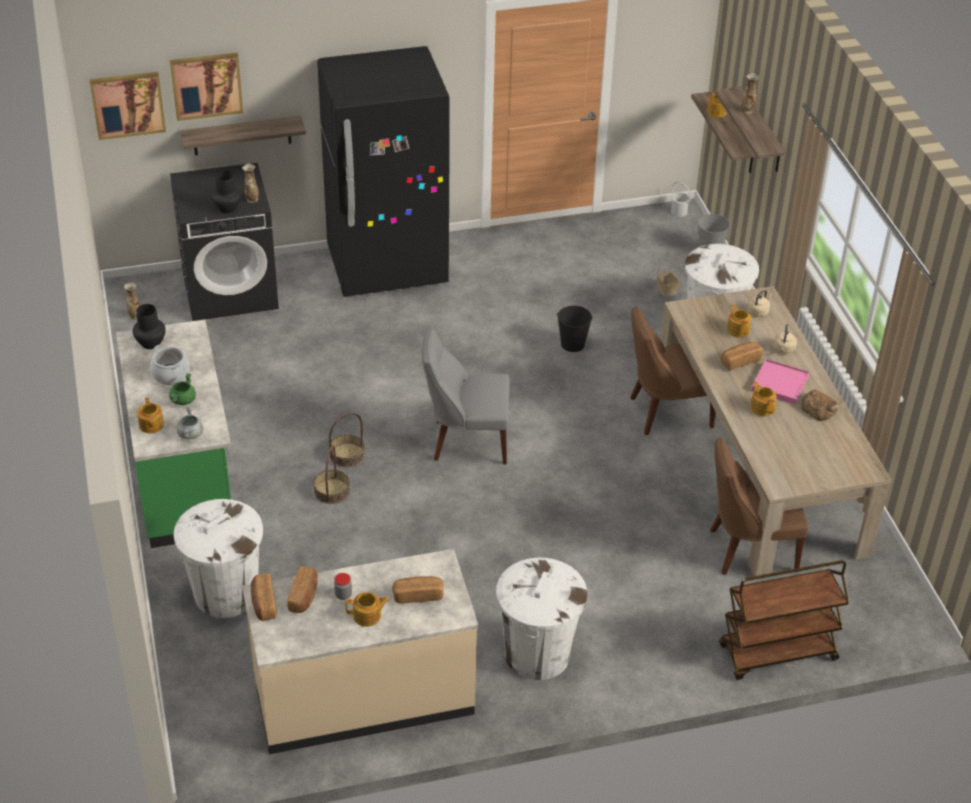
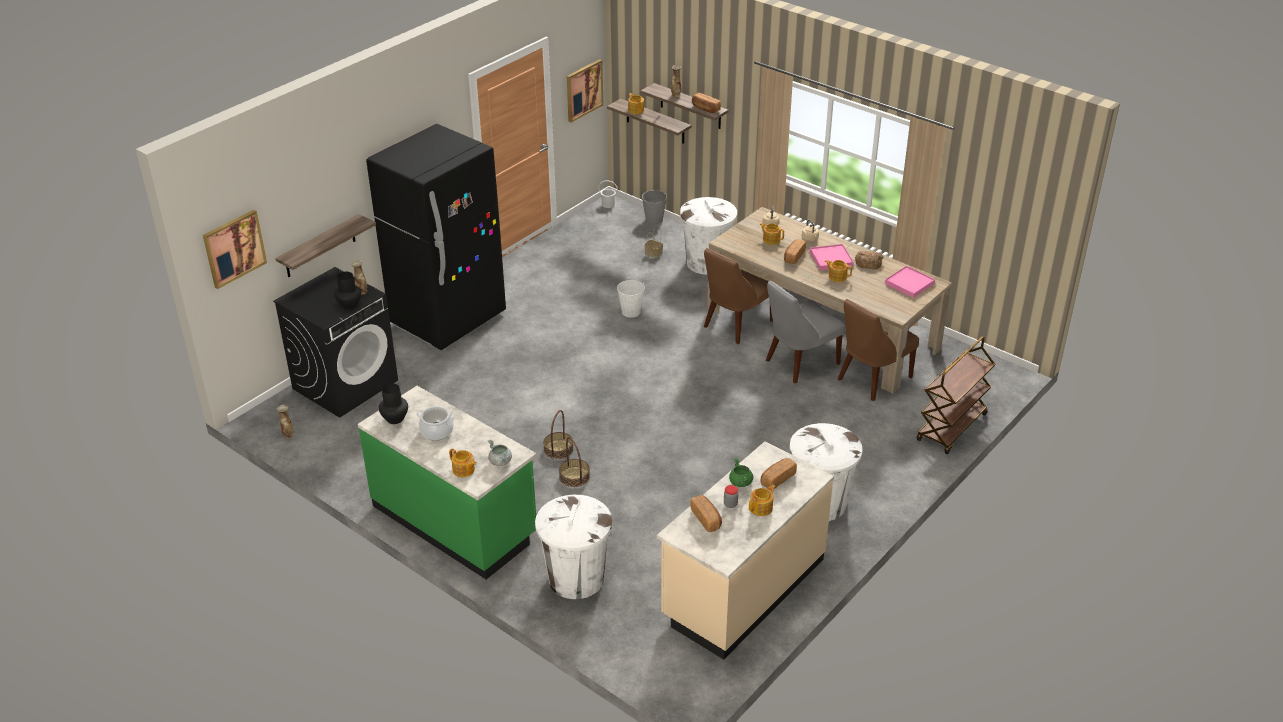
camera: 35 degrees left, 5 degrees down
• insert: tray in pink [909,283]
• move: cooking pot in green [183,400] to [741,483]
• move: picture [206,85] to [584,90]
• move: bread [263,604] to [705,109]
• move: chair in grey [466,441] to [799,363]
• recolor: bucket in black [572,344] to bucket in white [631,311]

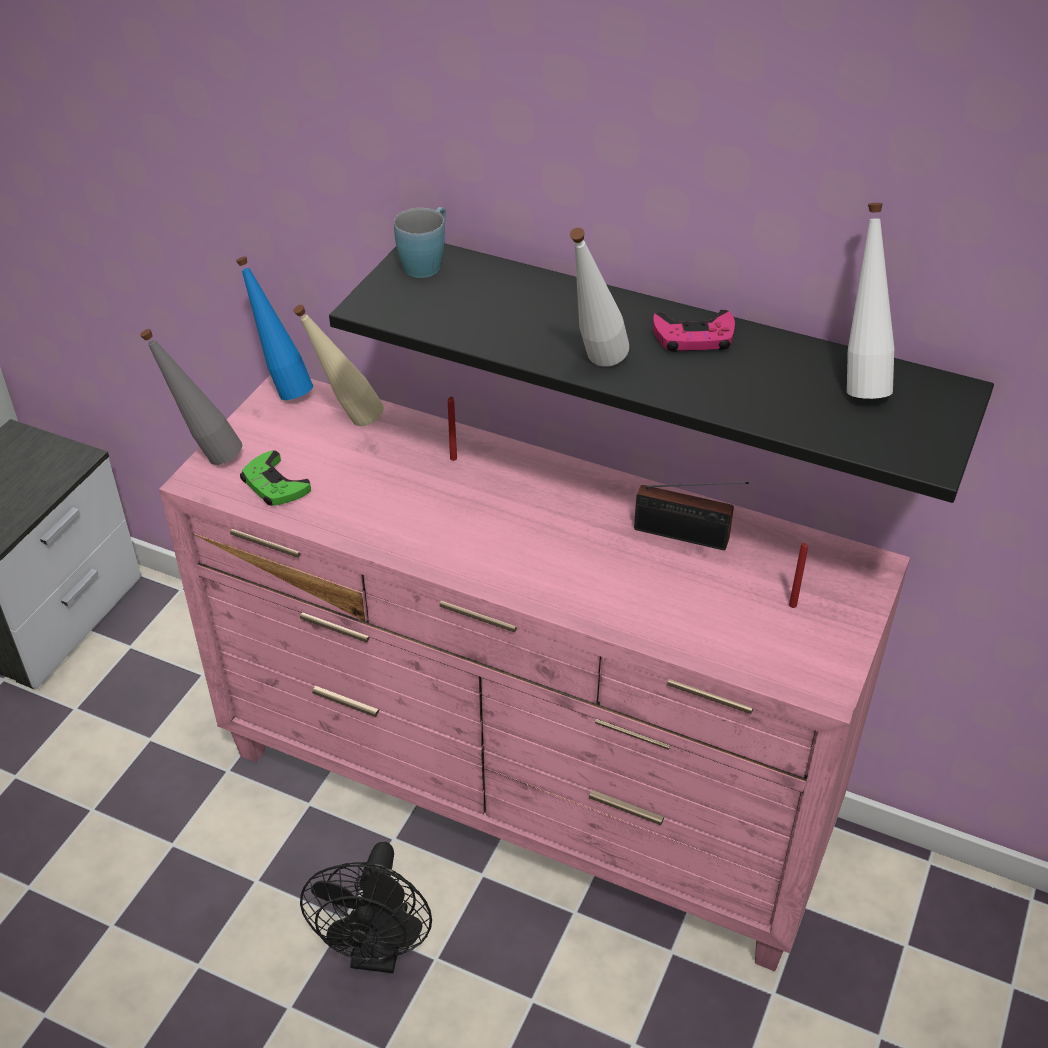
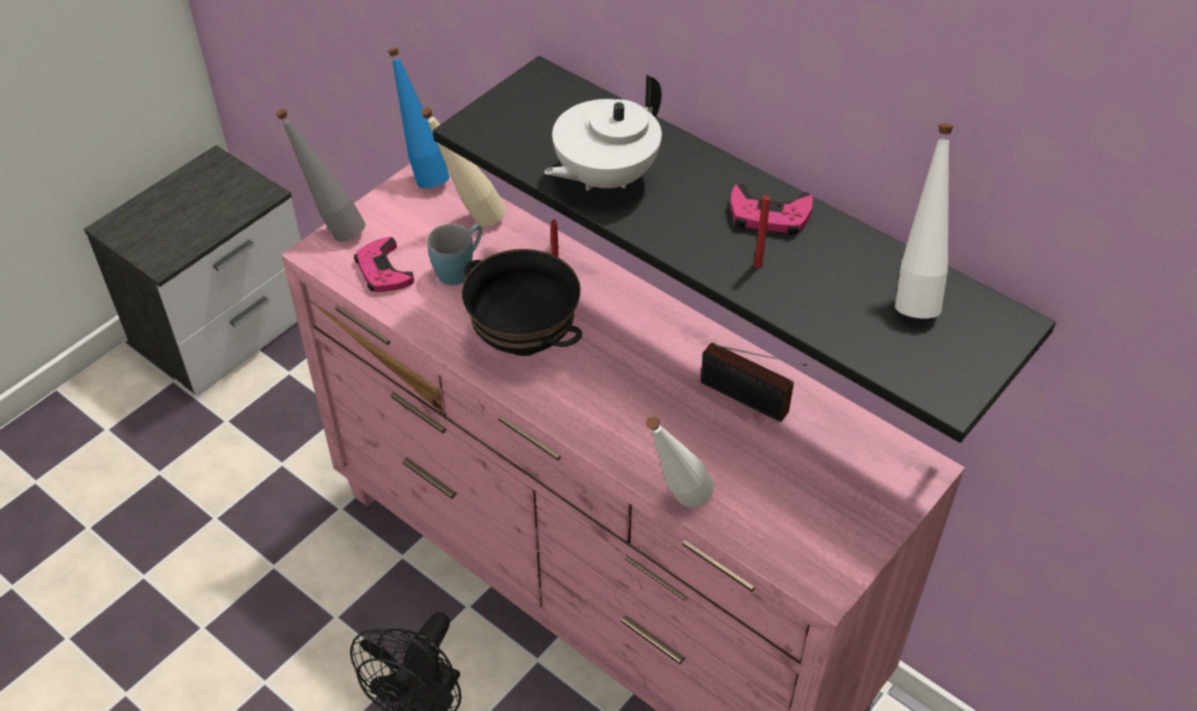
camera: 15 degrees right, 5 degrees up
• insert: bowl in black [523,340]
• insert: teapot in white [604,177]
• move: mug in blue [427,263] to [460,269]
• move: bottle in white [593,368] to [675,506]
• move: candle in red [792,605] to [758,265]
• recolor: game controller in green [274,485] to game controller in pink [383,271]

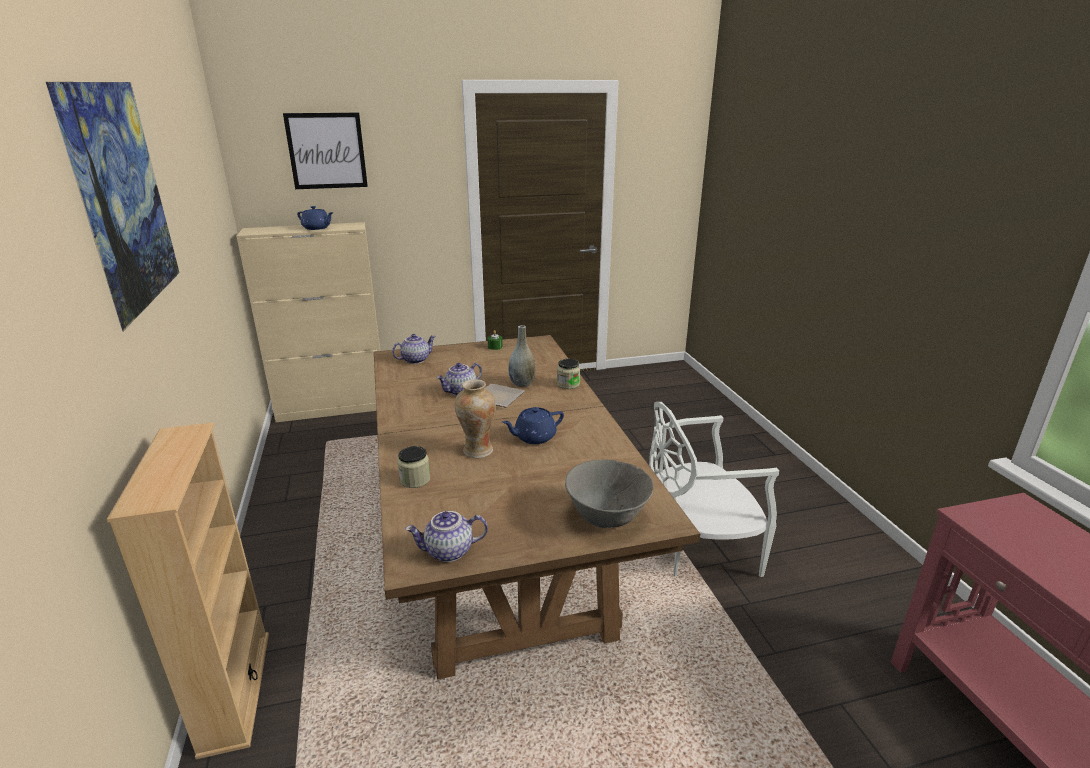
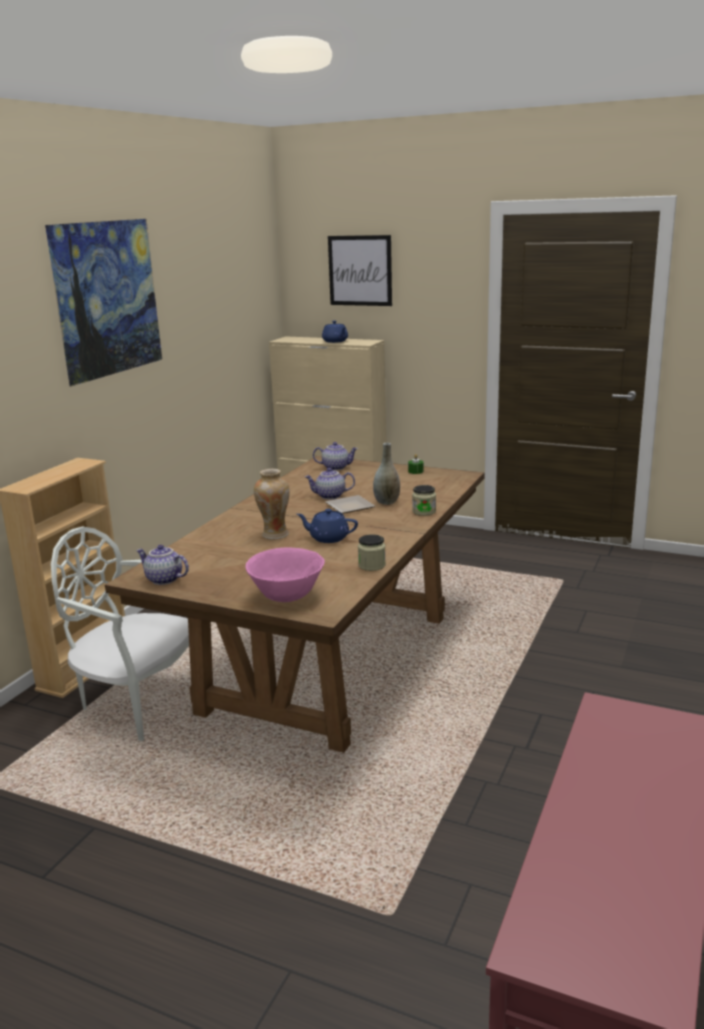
camera: 40 degrees right, 5 degrees down
• move: jar [415,480] to [372,565]
• move: chair in white [697,549] to [139,701]
• recolor: bowl in grey [606,517] to bowl in pink [287,596]

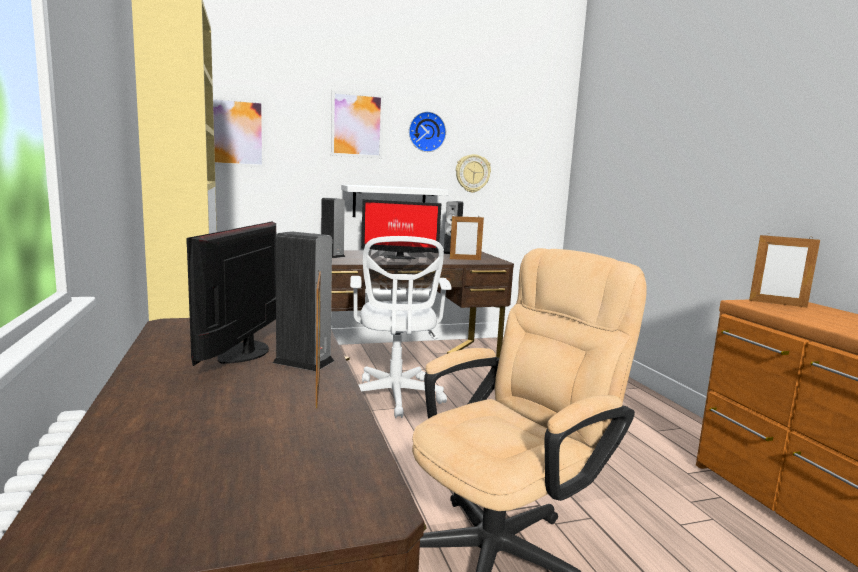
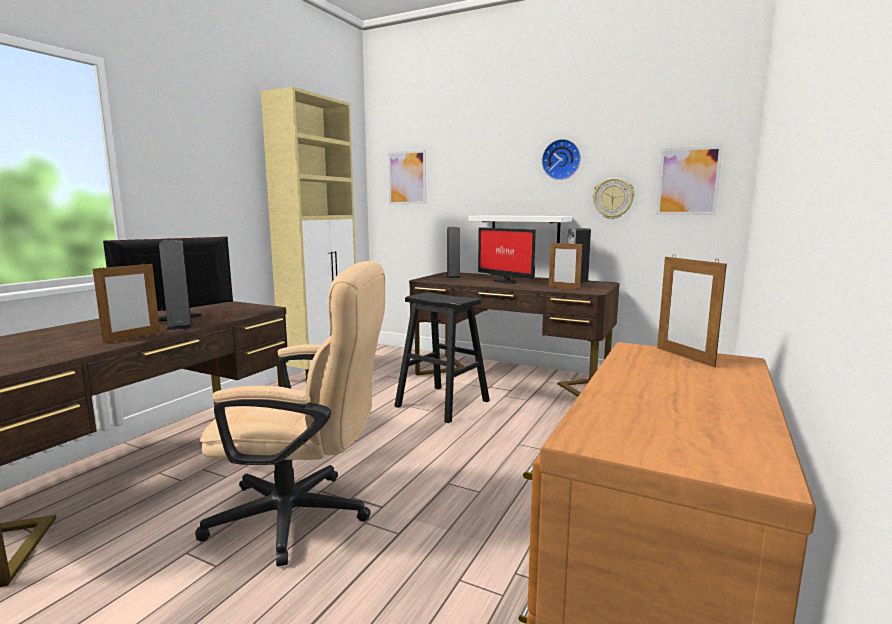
camera: 45 degrees right, 0 degrees up
• move: picture [357,125] to [688,181]
• replace: office chair in white [395,398] to stool in black [442,403]

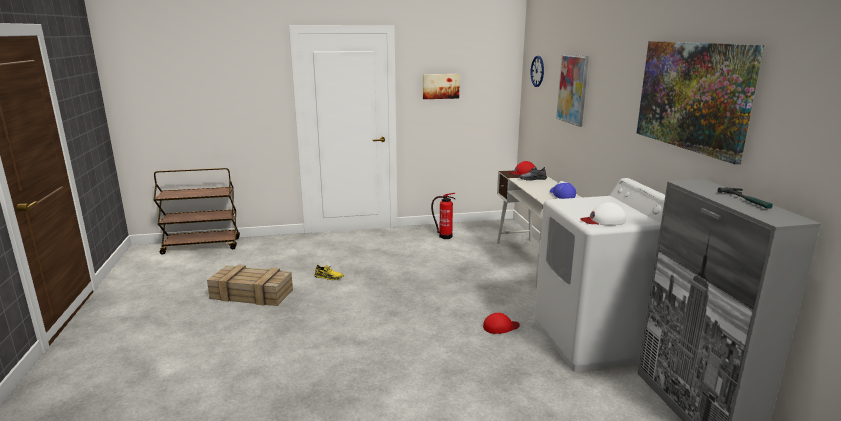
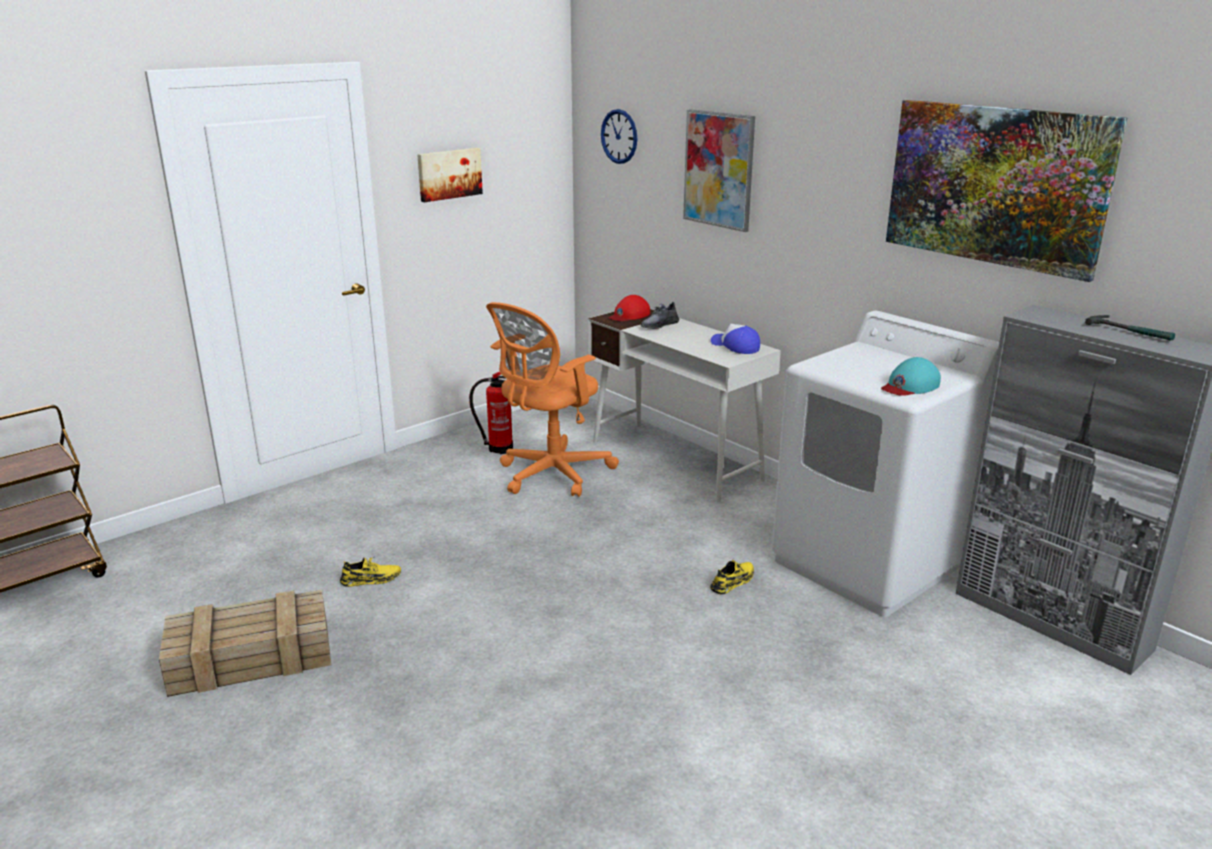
camera: 30 degrees left, 5 degrees up
• insert: office chair in orange [550,475]
• replace: cap in red [500,327] to shoe in yellow [733,582]
• recolor: cap in white [603,220] to cap in turquoise [910,386]

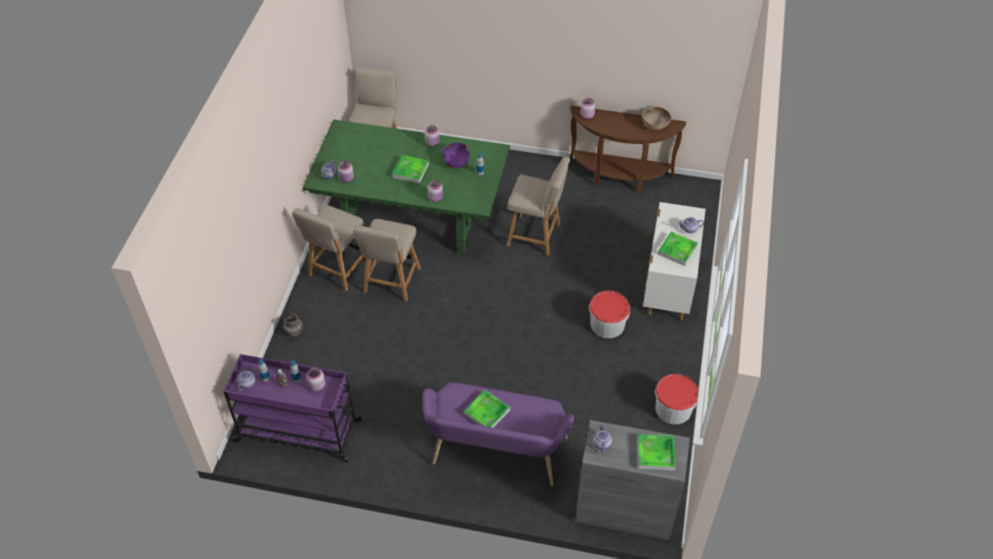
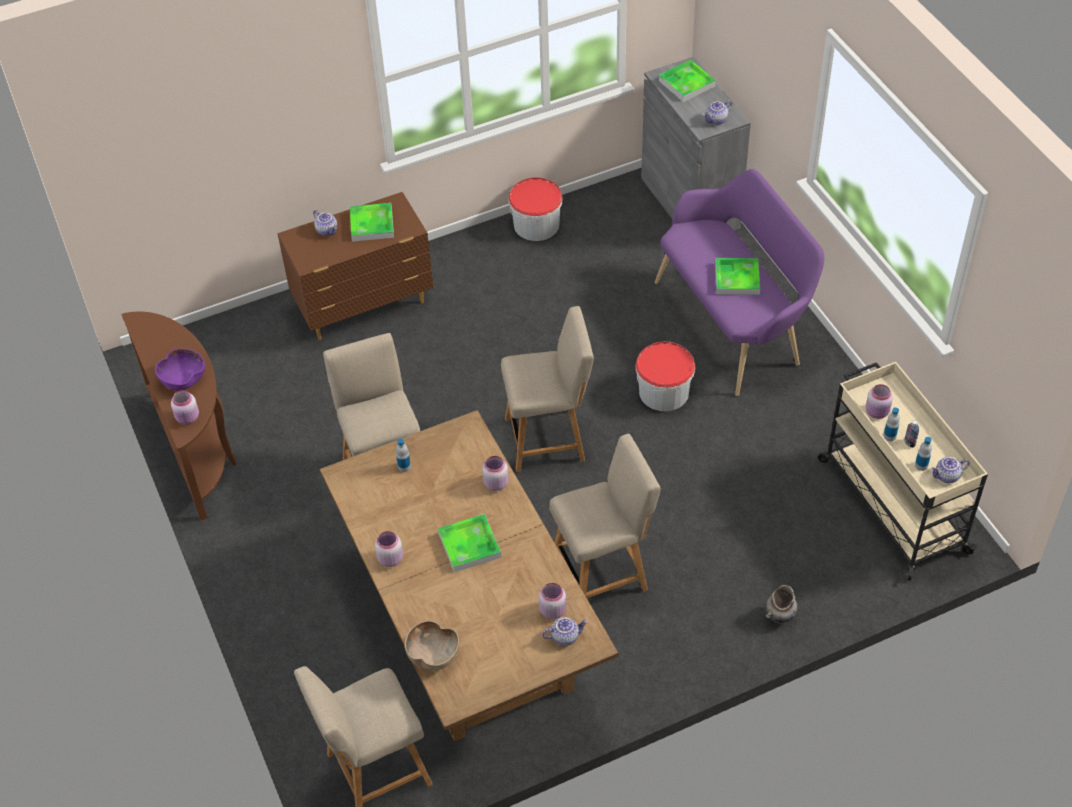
camera: 125 degrees left, 0 degrees up
• move: chair in beige [337,270] to [549,438]
• move: bowl in purple [456,162] to [183,380]
• move: bucket [607,324] to [664,391]
• move: bowl in brown [655,125] to [433,656]
• recolor: cart in purple [300,431] to cart in beige [891,504]
• recolor: dining table in green [413,218] to dining table in brown [469,628]
• recolor: dresser in white [668,287] to dresser in brown [365,306]

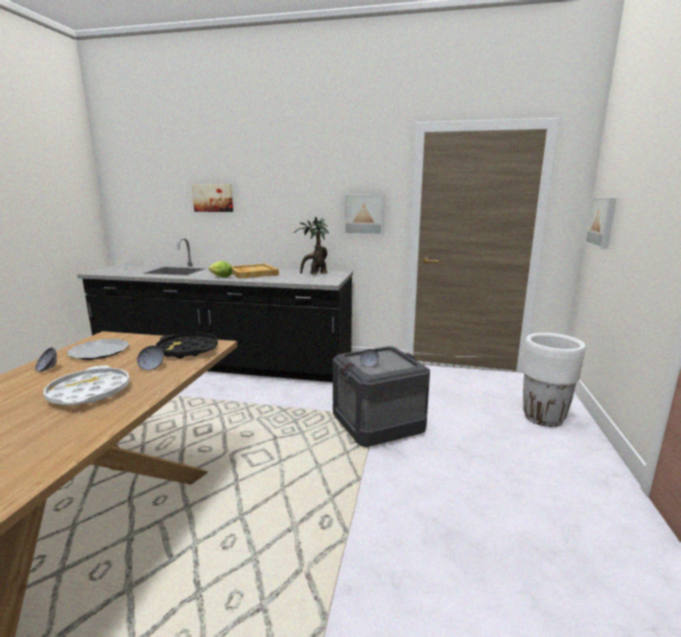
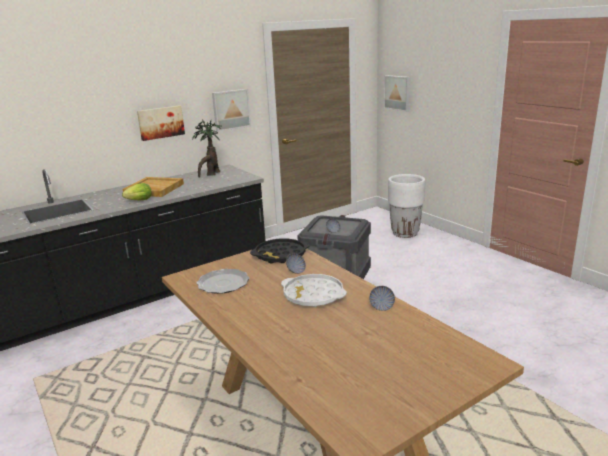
camera: 45 degrees left, 5 degrees up
• move: bowl [47,369] to [381,306]
• move: picture [213,198] to [160,122]

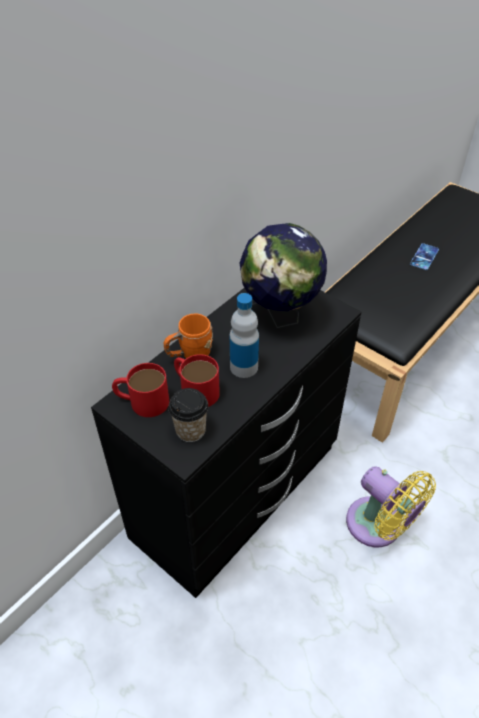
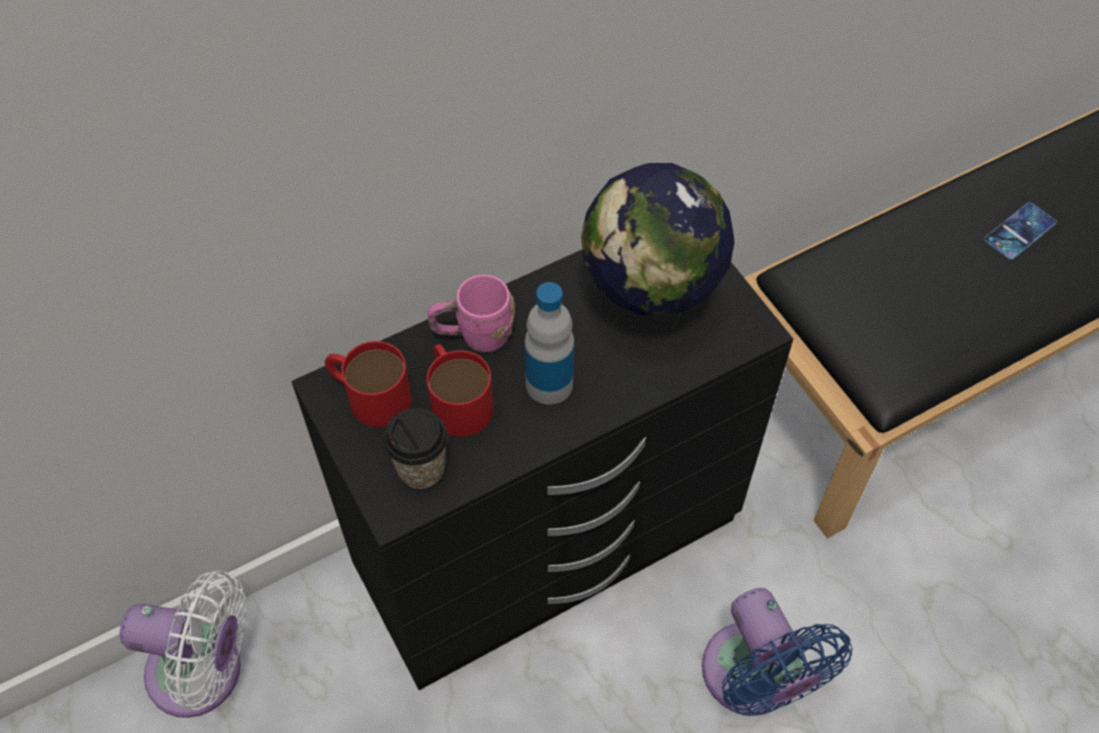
camera: 20 degrees right, 10 degrees up
• insert: fan in white [204,673]
• recolor: mug in orange [189,354] to mug in pink [473,335]
• recolor: fan in yellow [378,526] to fan in blue [754,680]

